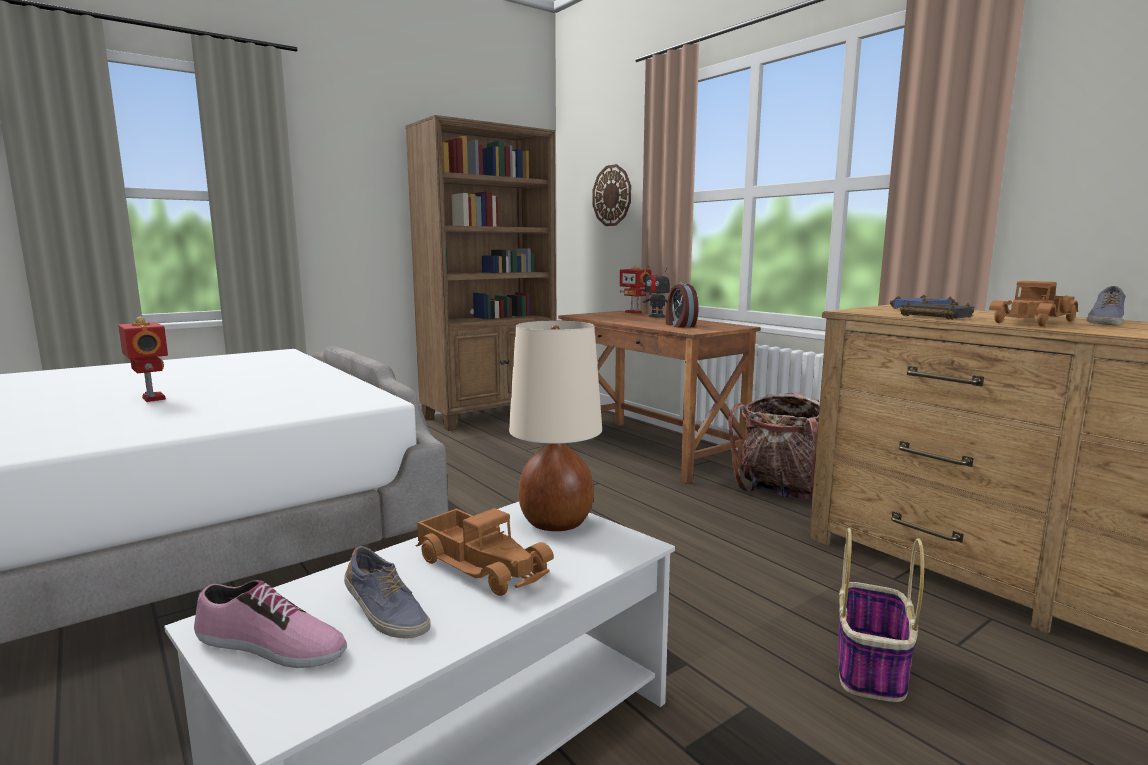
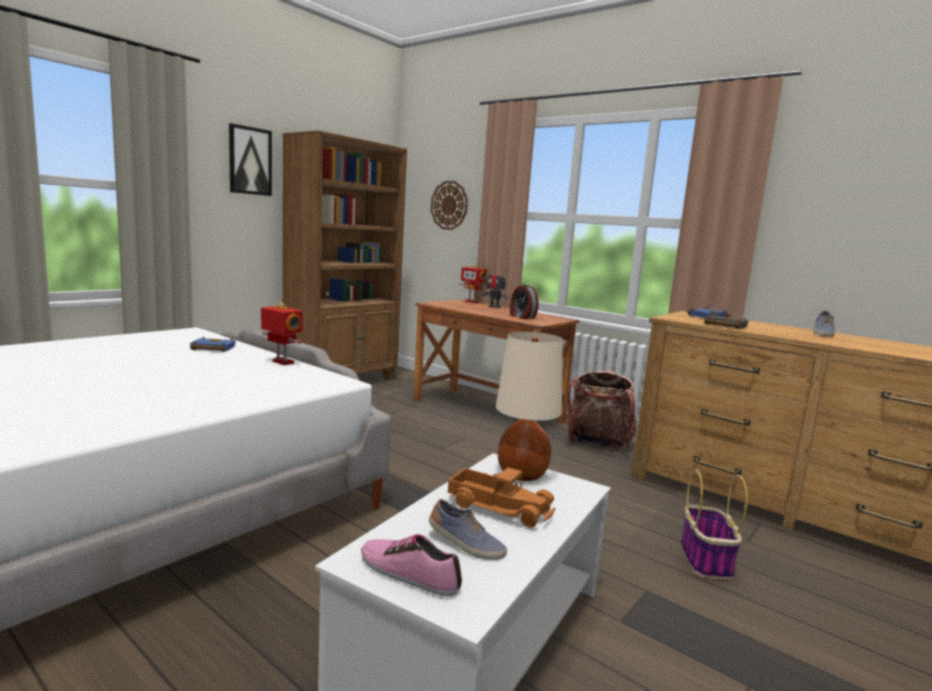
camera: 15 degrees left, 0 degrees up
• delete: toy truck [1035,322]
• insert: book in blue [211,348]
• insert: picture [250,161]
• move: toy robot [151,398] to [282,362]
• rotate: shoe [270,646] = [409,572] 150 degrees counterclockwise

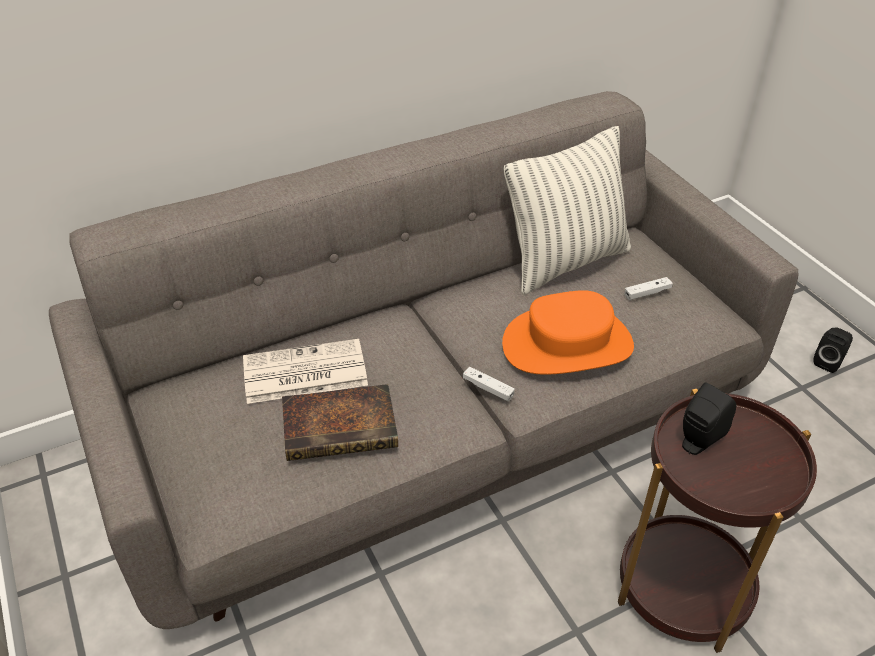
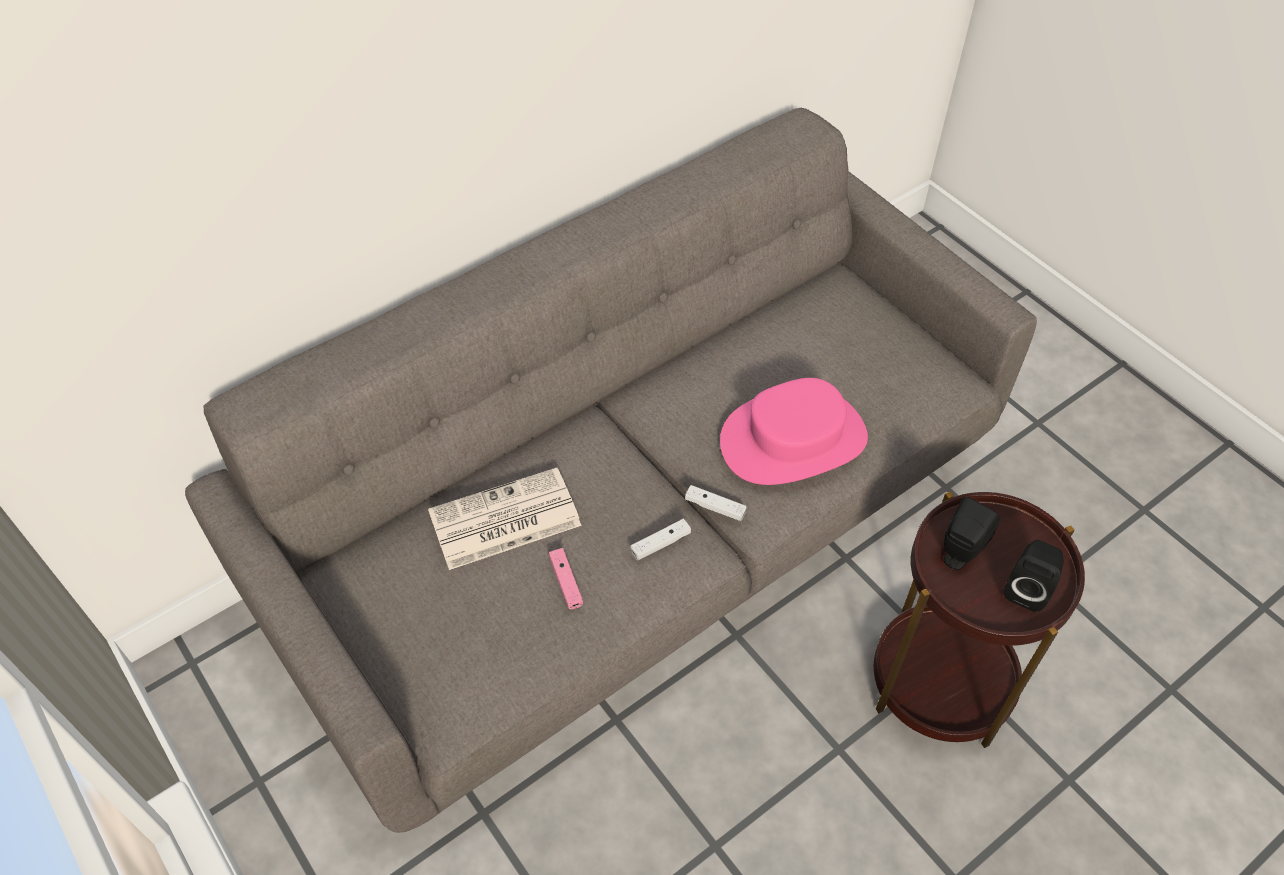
camera: 10 degrees left, 10 degrees up
• delete: pillow [565,262]
• move: game controller in white [647,293] to [660,544]
• move: speaker in black [828,362] to [1027,589]
• replace: book [342,426] to game controller in pink [566,582]
• recolor: hat in orange [567,344] to hat in pink [793,440]

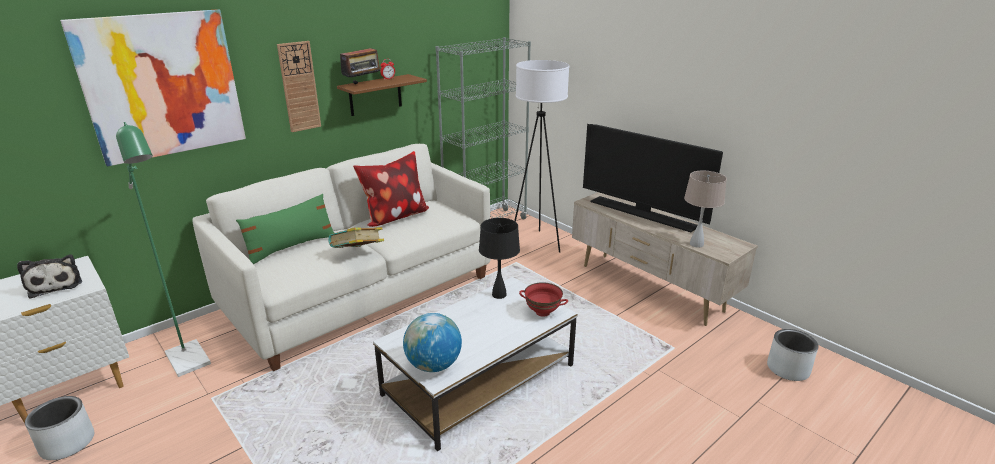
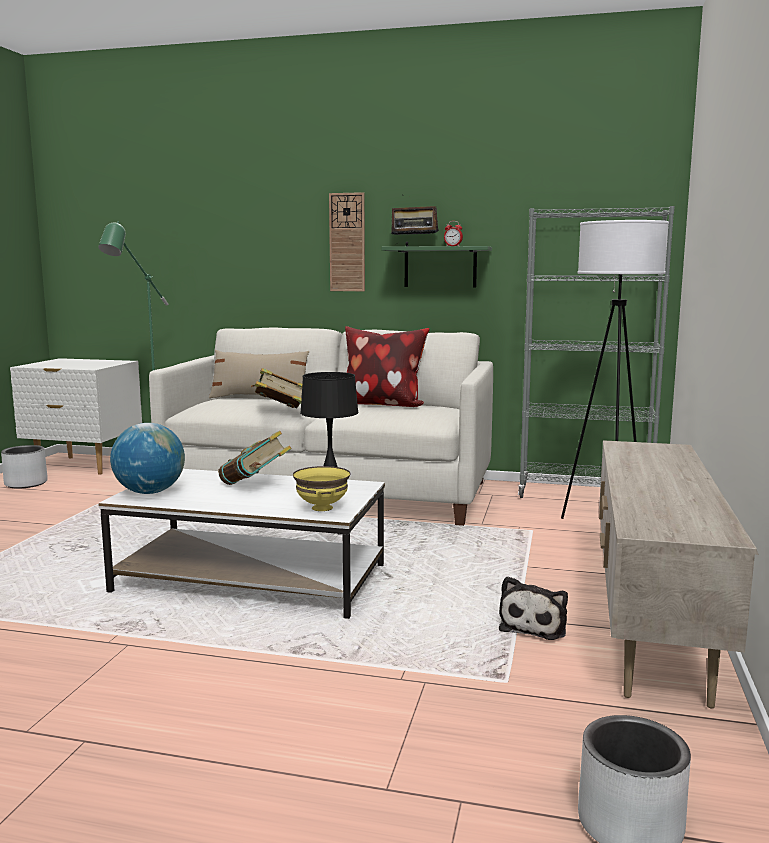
camera: 55 degrees right, 15 degrees down
• delete: picture [163,85]
• delete: television [643,214]
• delete: table lamp in beige [696,244]
• insert: book [255,486]
• move: plush toy [56,284] to [534,625]
• recolor: pillow in green [291,247] to pillow in beige [259,398]
• recolor: shelf in brown [375,95] to shelf in green [440,267]
• recolor: bowl in red [542,312] to bowl in yellow [321,508]

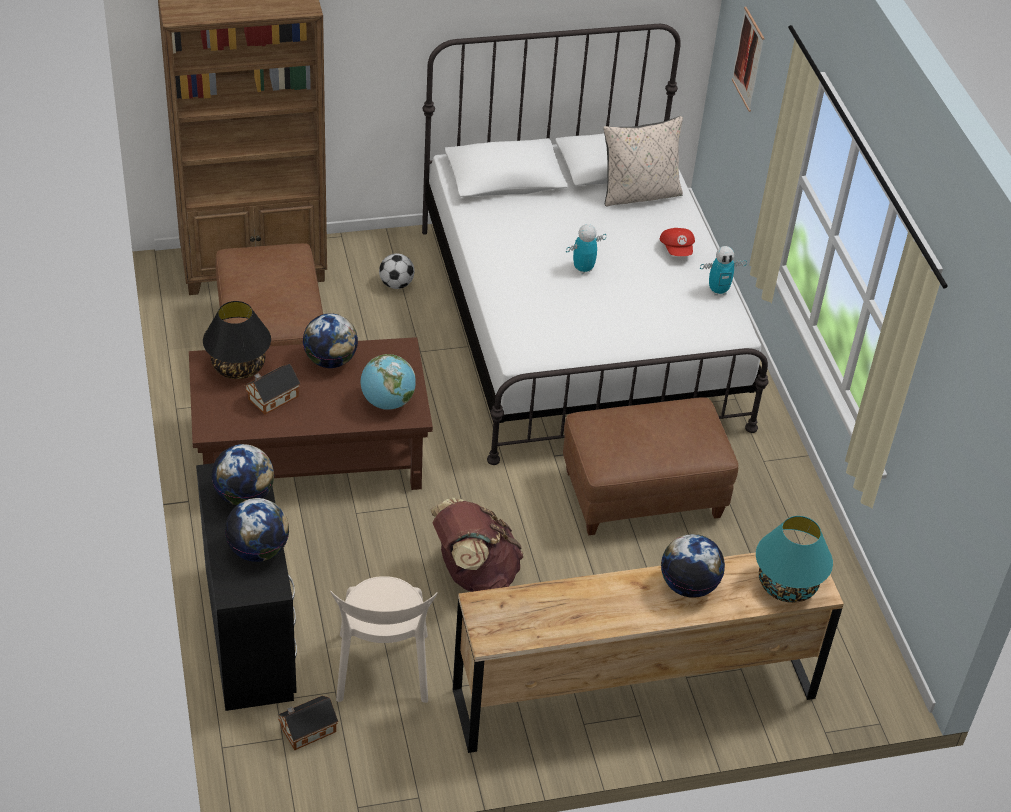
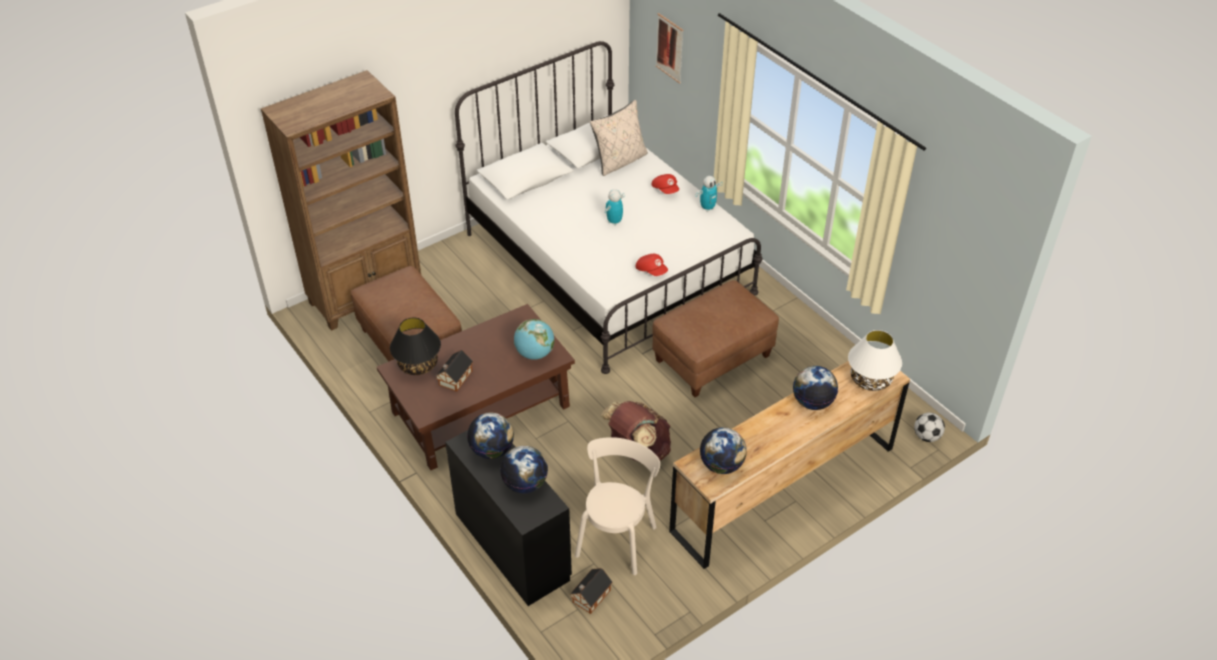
camera: 20 degrees left, 0 degrees up
• insert: cap in red [651,270]
• move: globe [330,361] to [721,465]
• move: football [396,284] to [926,436]
• recolor: table lamp in turquoise [787,585] to table lamp in white [870,379]
• rotate: chair in beige [382,672] = [617,538] 135 degrees counterclockwise

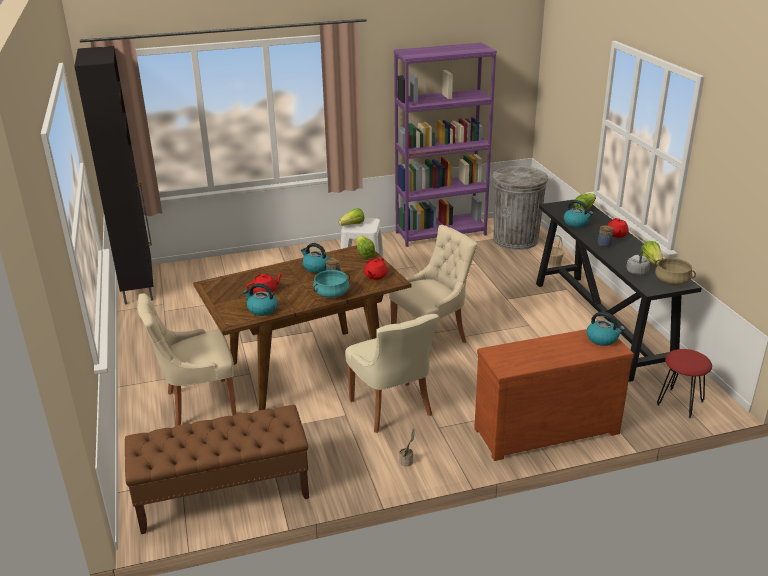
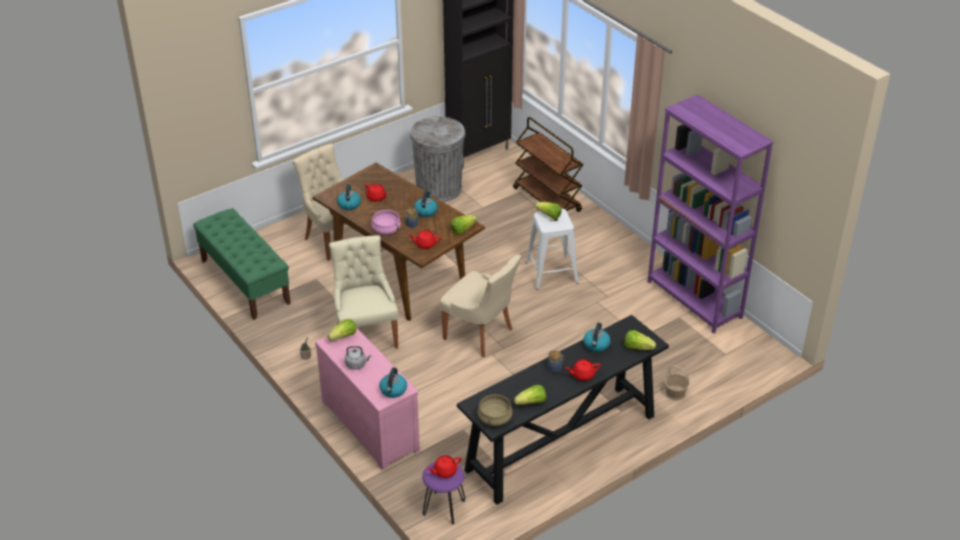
camera: 70 degrees right, 10 degrees up
• insert: lettuce [343,337]
• insert: teapot in red [444,471]
• insert: cart in brown [547,200]
• move: trash can in grey [516,239] to [439,189]
• move: kettle in grey [637,271] to [357,364]
• recolor: bench in brown [223,495] to bench in green [245,282]
• recolor: cooking pot in turquoise [331,294] to cooking pot in pink [386,229]
• recolor: dresser in brown [544,429] to dresser in pink [372,424]
• recolor: stool in red [680,403] to stool in purple [443,508]
• rotate: chair in beige [392,409] = [366,335] 120 degrees clockwise

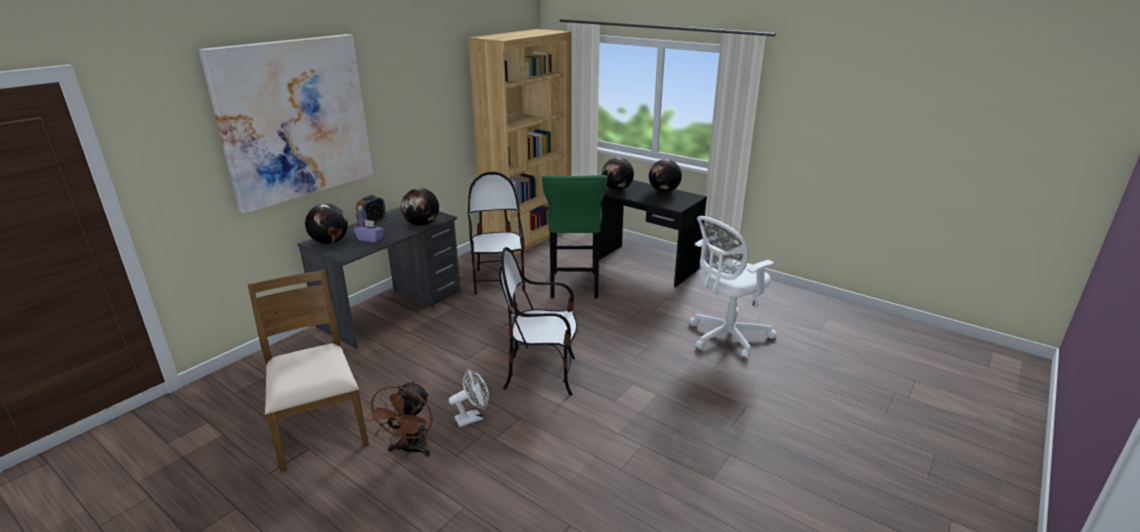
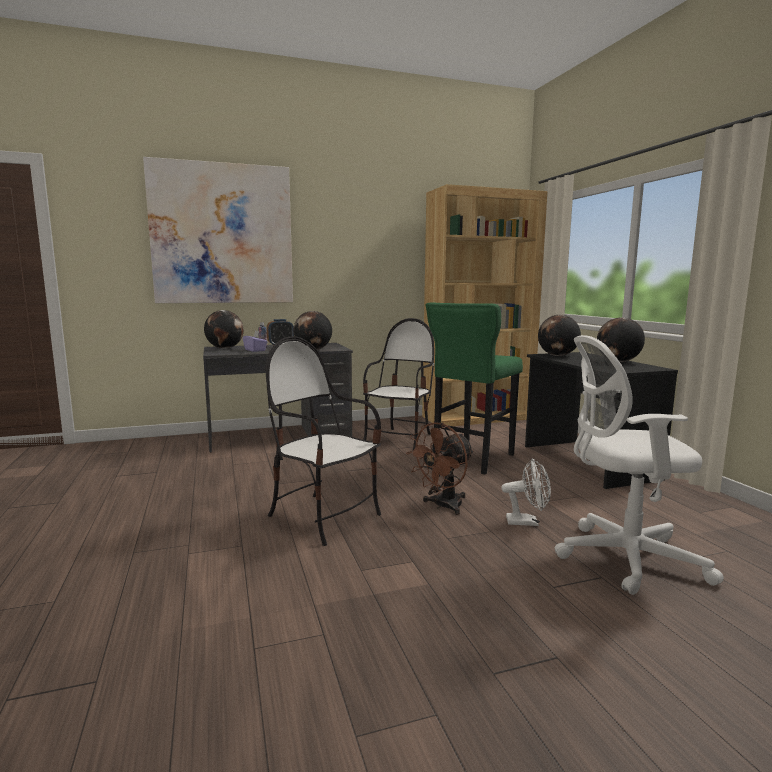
camera: 35 degrees right, 15 degrees down
• delete: chair in brown [320,427]
• move: fan in brown [410,450] to [442,506]
• move: fan in white [473,417] to [527,522]

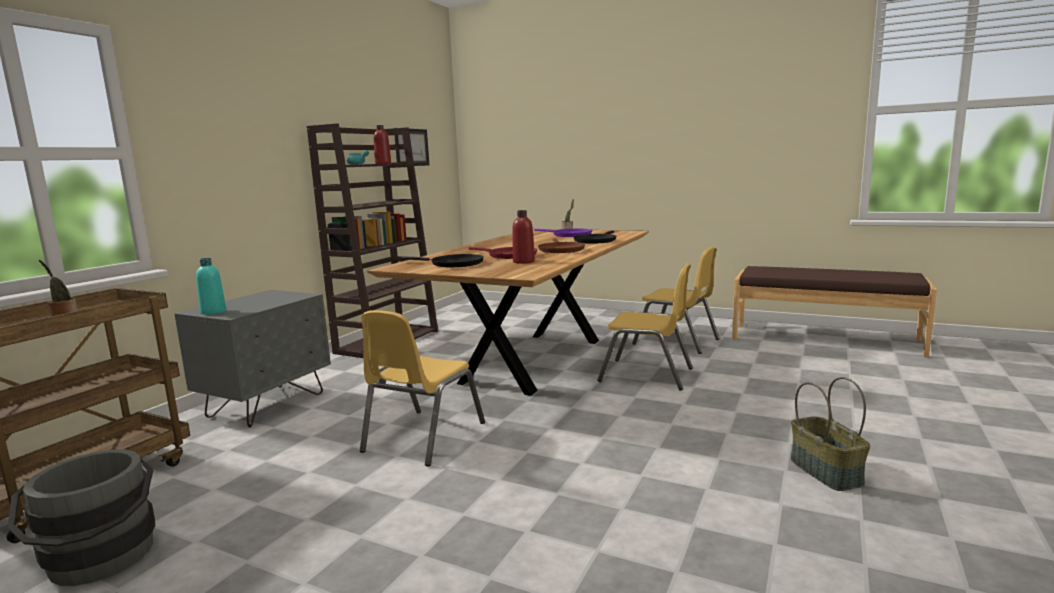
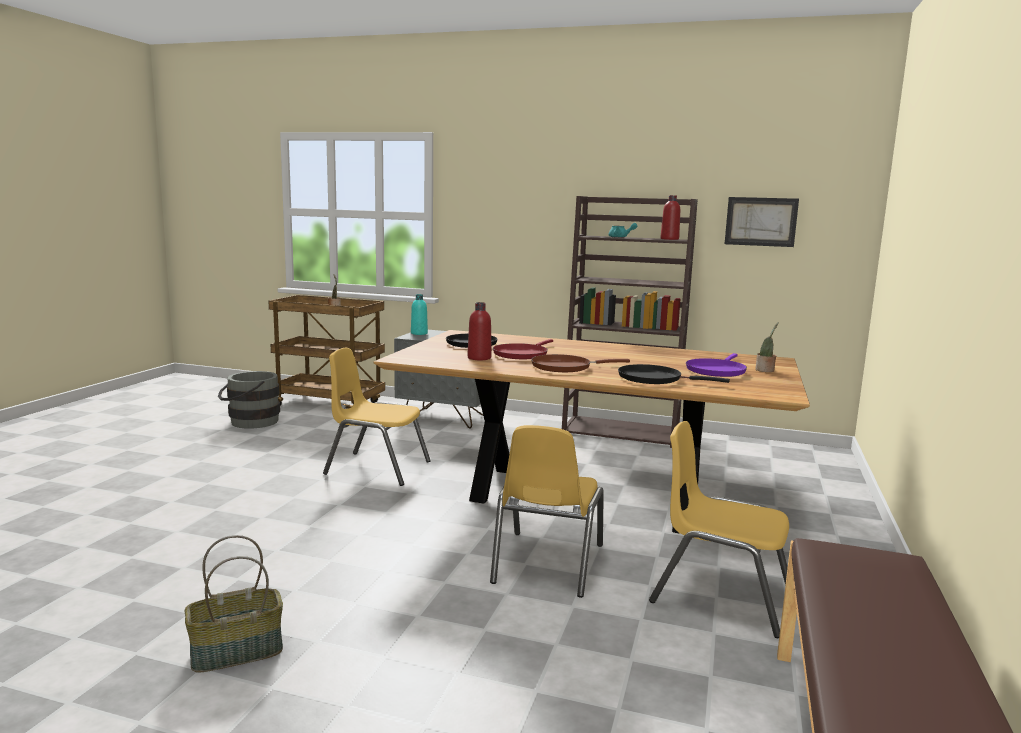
camera: 80 degrees right, 0 degrees up
• rotate: chair in yellow [676,342] = [720,595] 90 degrees clockwise

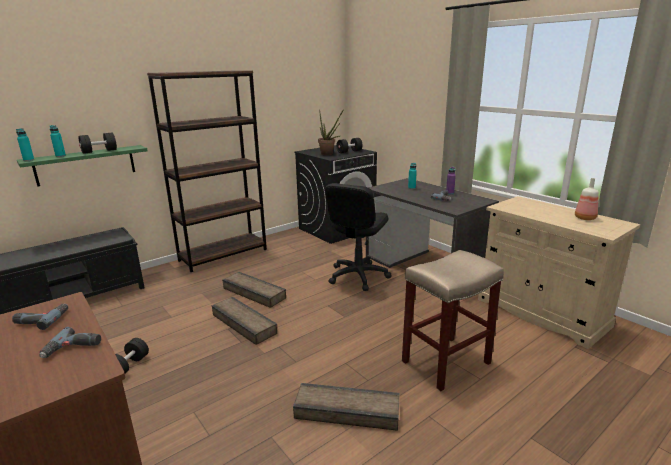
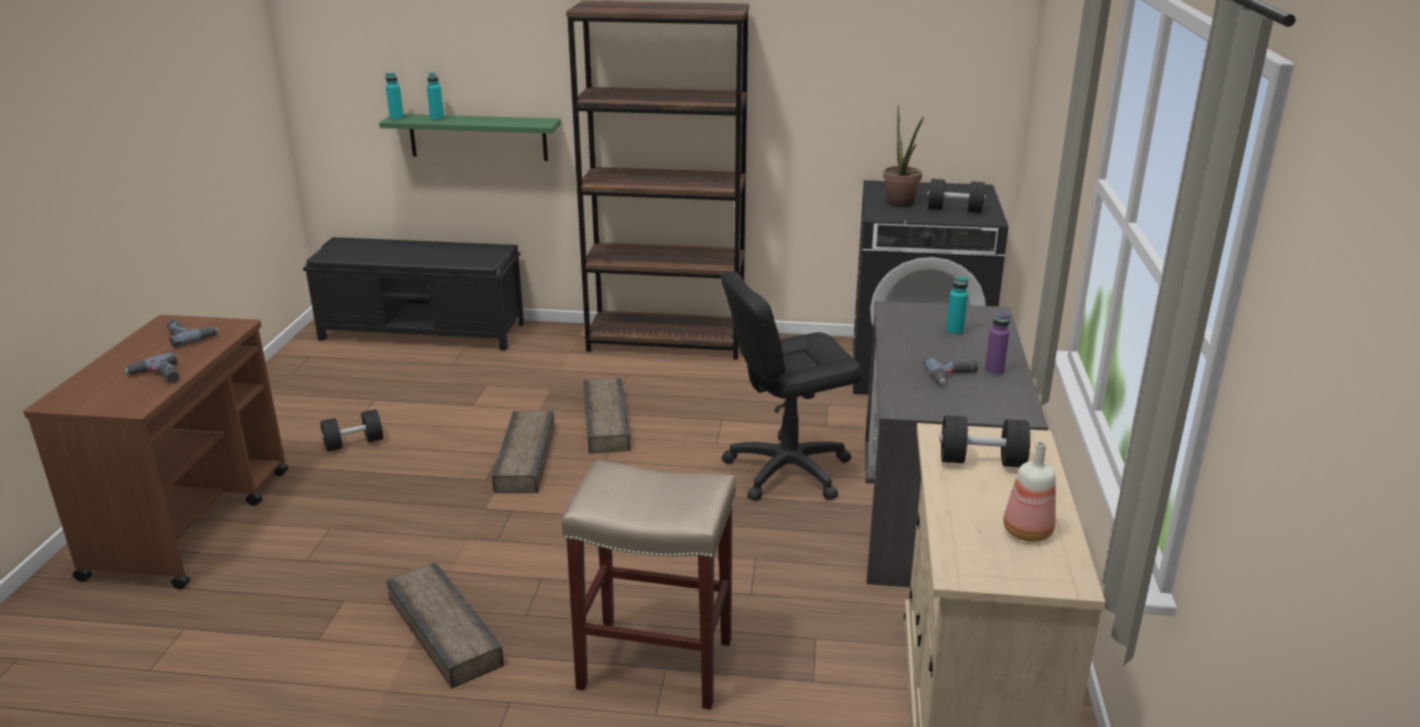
camera: 45 degrees right, 5 degrees up
• move: dumbbell in black [99,151] to [982,461]

